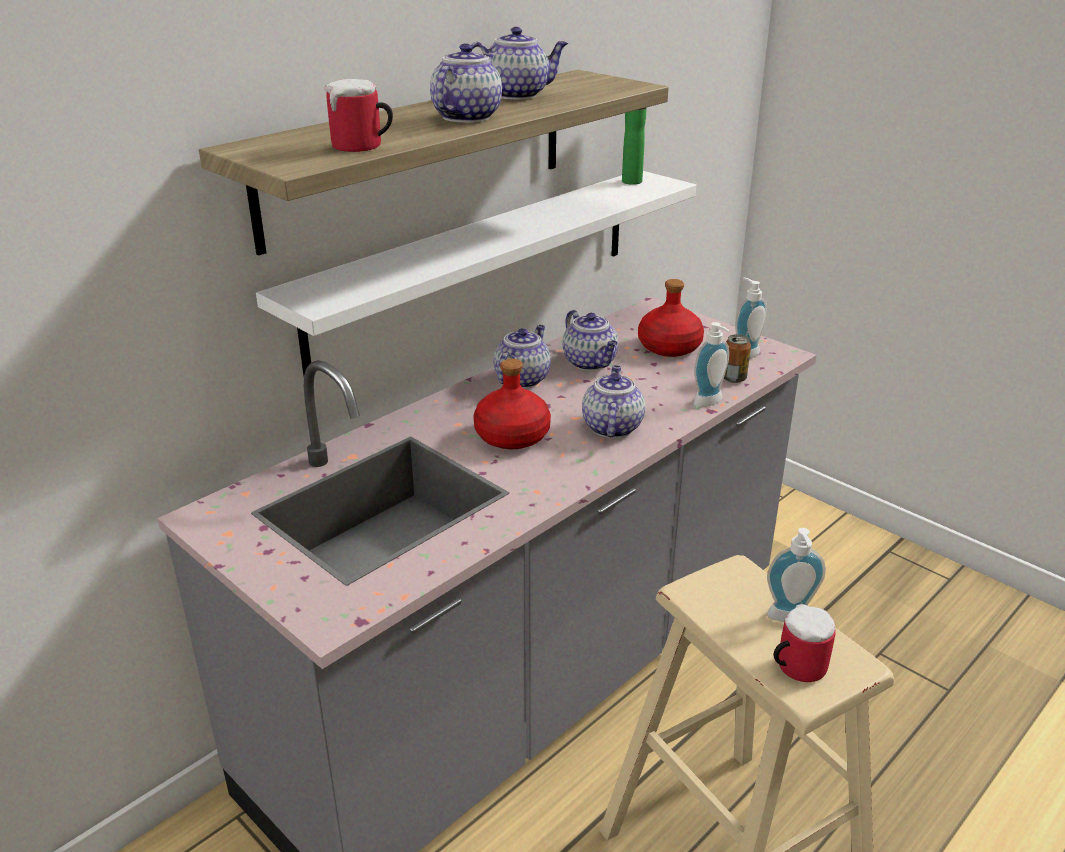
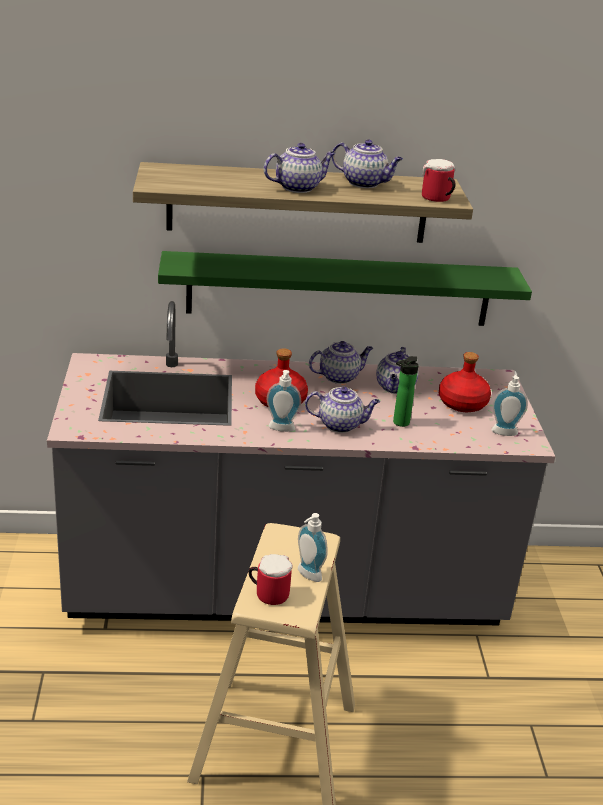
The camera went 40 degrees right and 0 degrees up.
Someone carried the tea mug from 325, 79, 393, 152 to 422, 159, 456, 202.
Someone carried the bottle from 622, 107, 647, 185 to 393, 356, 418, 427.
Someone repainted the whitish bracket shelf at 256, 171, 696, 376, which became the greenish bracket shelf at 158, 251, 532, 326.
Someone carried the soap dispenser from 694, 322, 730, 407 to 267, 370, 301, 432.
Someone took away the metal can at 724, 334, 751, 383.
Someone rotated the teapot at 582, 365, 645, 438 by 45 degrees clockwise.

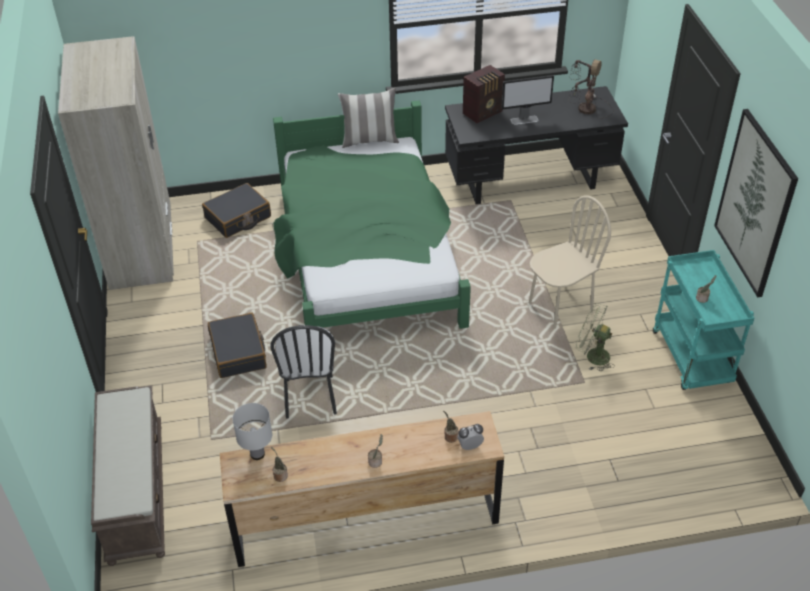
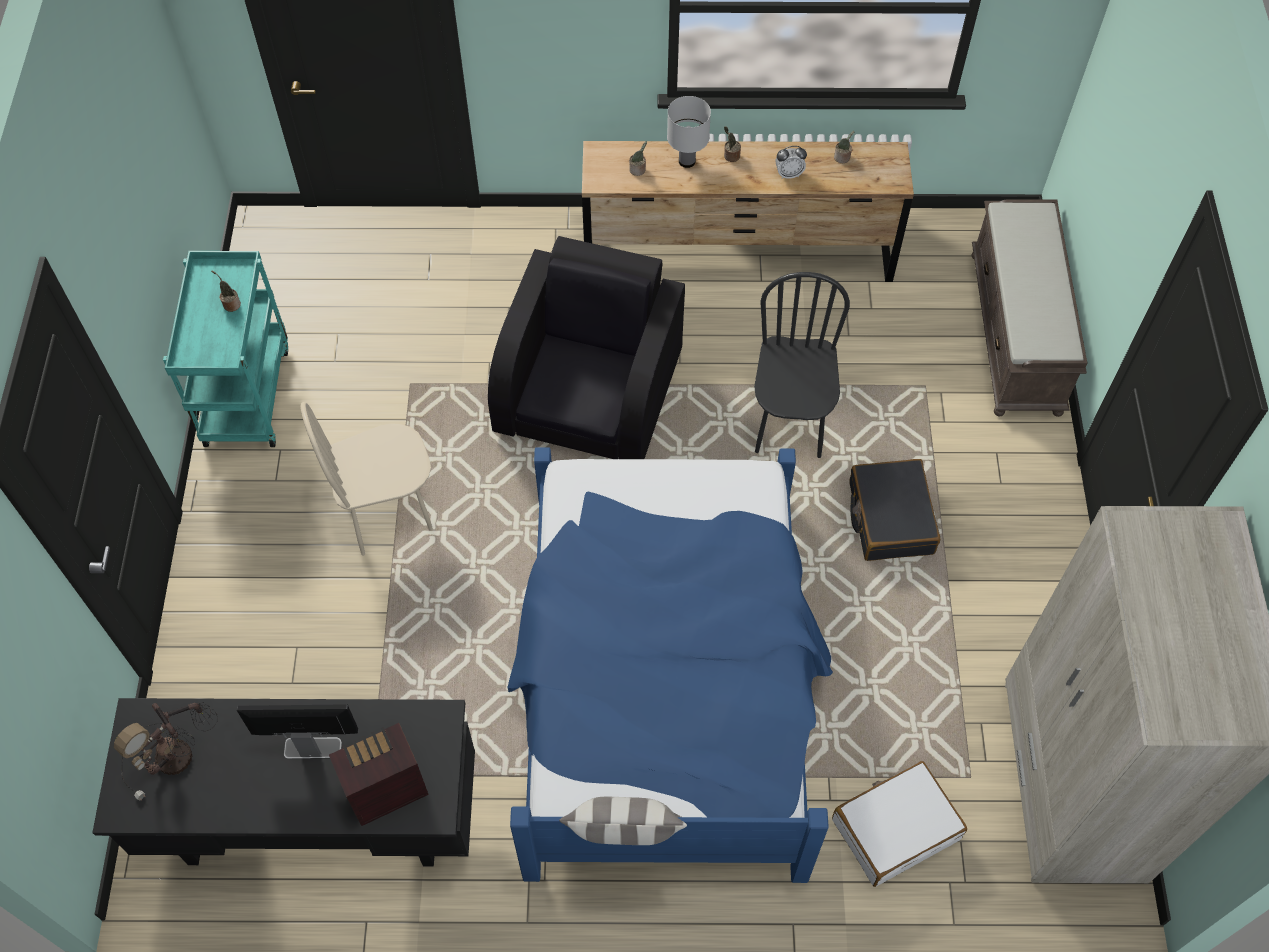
The camera went 170 degrees left and 15 degrees up.
Someone repainted the greenish bedroom bed at 273, 101, 471, 329, which became the blue-coloured bedroom bed at 508, 448, 833, 883.
Someone took away the picture at 714, 109, 798, 297.
Someone repainted the black-coloured piece of luggage at 202, 183, 271, 238, which became the whitish piece of luggage at 832, 761, 967, 887.
Someone took away the greenish cooling fan at 576, 303, 615, 372.
Someone carried the whitish tabletop lamp from 233, 403, 272, 460 to 667, 96, 711, 168.
Someone carried the table clock from 458, 424, 484, 450 to 775, 146, 807, 179.
Someone put down the black-coloured lounge chair at 488, 236, 685, 459.

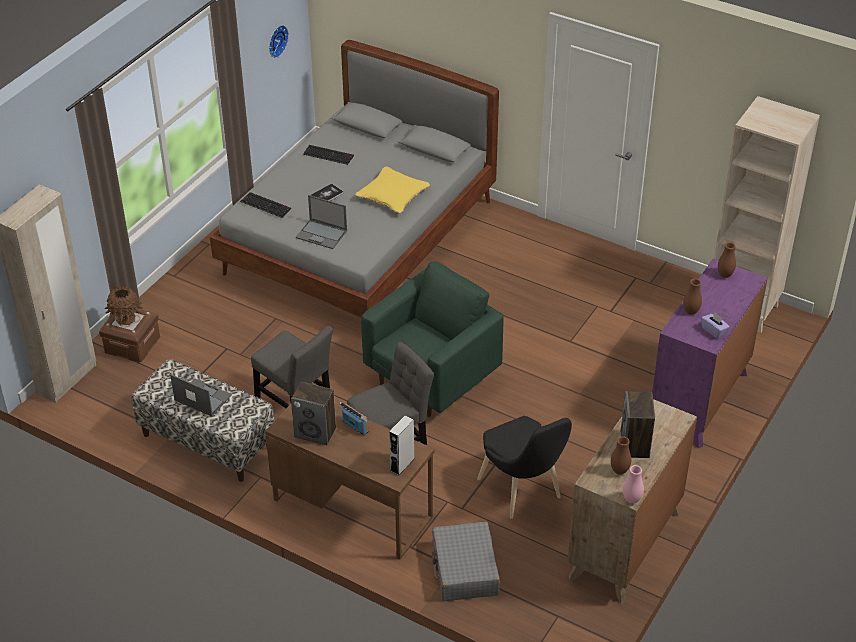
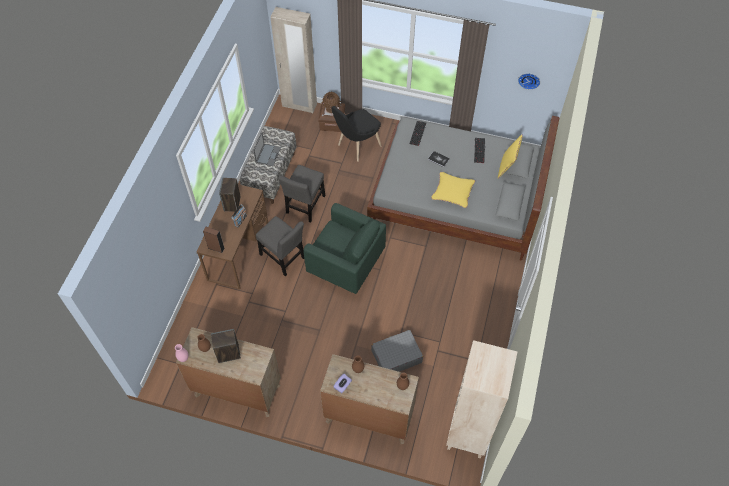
The camera went 75 degrees right and 15 degrees up.
Someone took away the laptop at 296, 195, 347, 249.
Someone repainted the purple-coloured chest of drawers at 652, 258, 768, 448, which became the brownish chest of drawers at 320, 354, 419, 444.
Someone repainted the gray audio speaker at 389, 415, 415, 475, which became the brownish audio speaker at 203, 227, 225, 253.
Someone carried the black-coloured plain chair from 477, 416, 572, 519 to 331, 106, 381, 162.
Someone carried the gray piece of luggage from 432, 522, 500, 601 to 371, 330, 423, 372.
Someone put down the yellowish pillow at 498, 134, 523, 178.

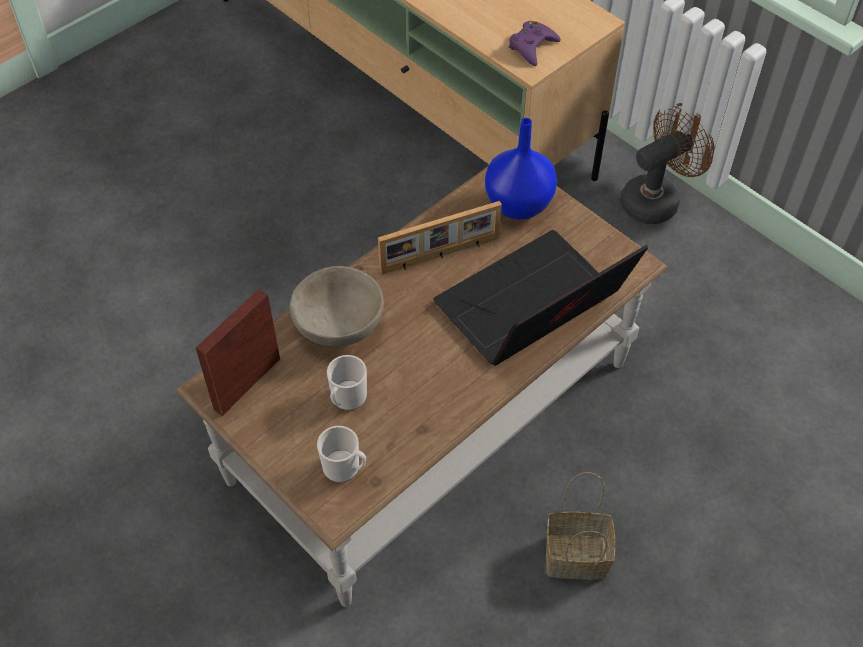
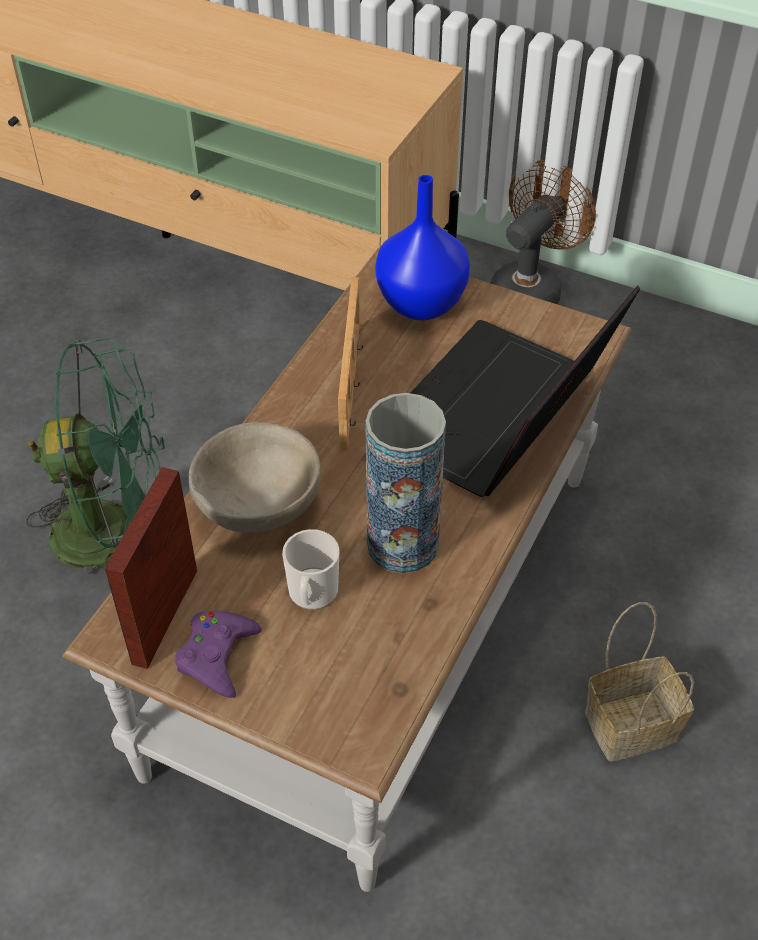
The camera went 20 degrees left and 5 degrees down.
Someone carried the purple-coloured gamepad from 509, 21, 561, 66 to 175, 611, 262, 698.
Someone rotated the photo frame at 378, 201, 502, 275 by 45 degrees counterclockwise.
Someone took away the tea mug at 317, 426, 366, 482.
Someone put down the greenish cooling fan at 26, 338, 165, 574.
Someone put down the vase at 365, 393, 446, 573.

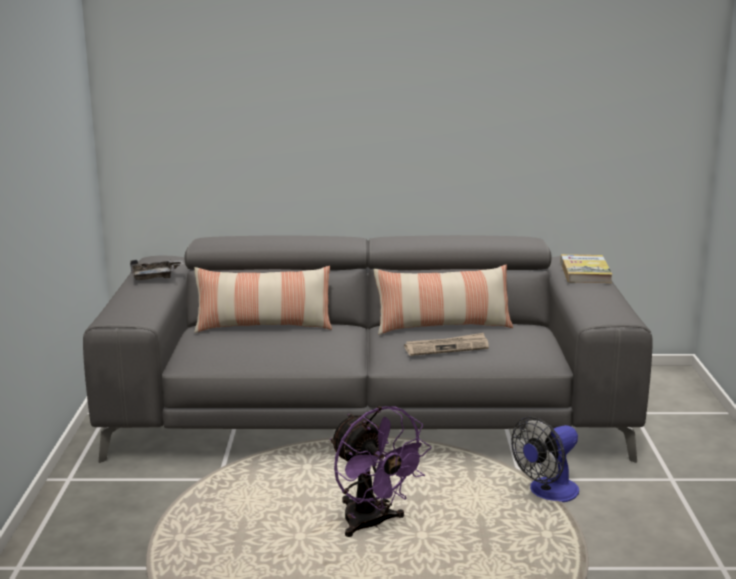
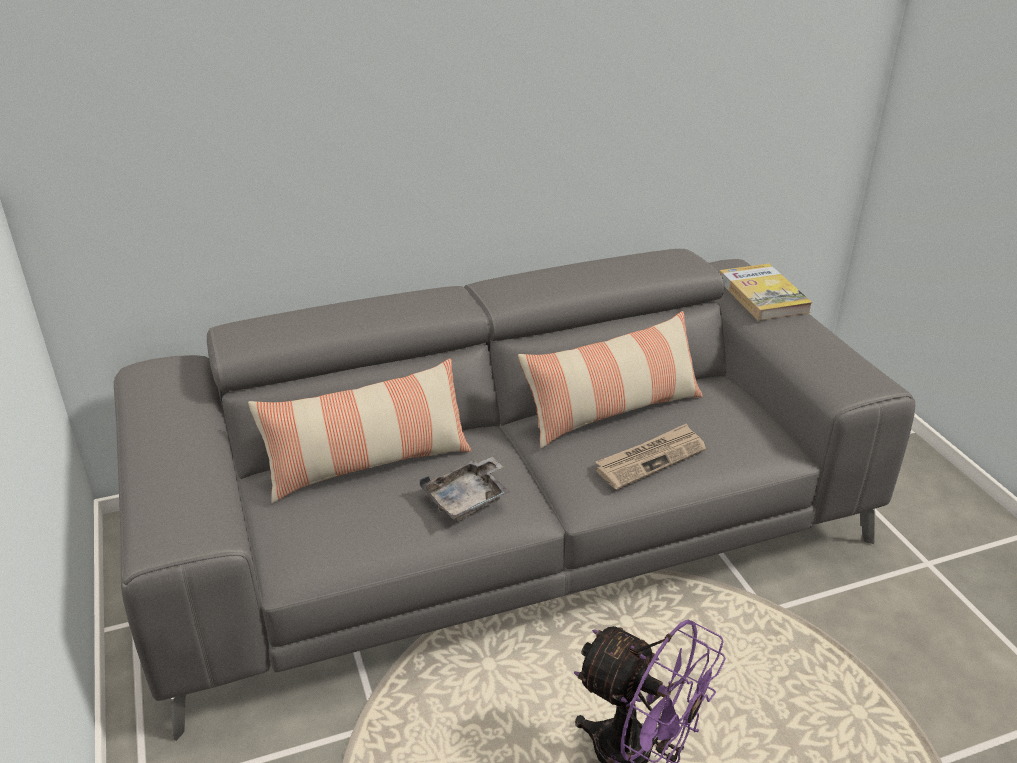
The camera went 20 degrees left and 15 degrees up.
Someone carried the gray serving tray from 130, 260, 184, 280 to 420, 457, 510, 522.
Someone took away the cooling fan at 511, 417, 579, 502.

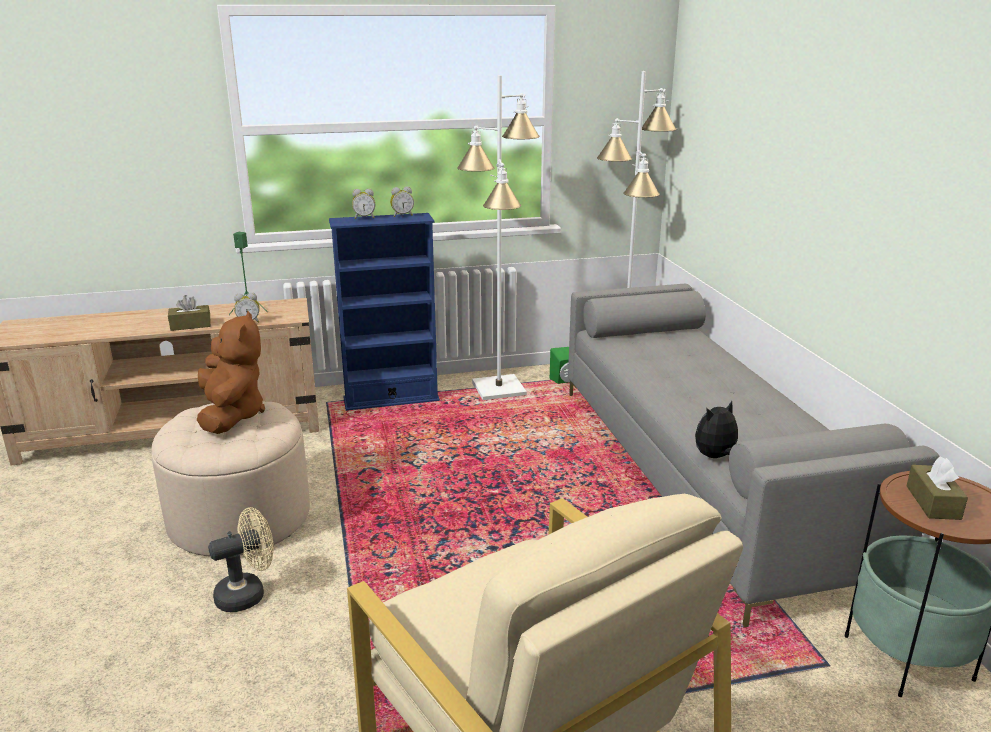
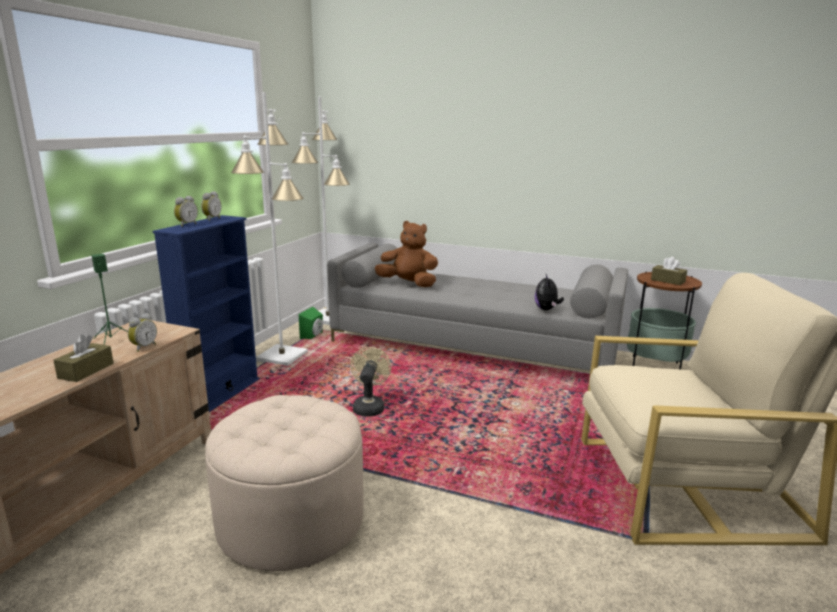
The camera went 55 degrees left and 5 degrees down.
Someone carried the brownish cuddly toy from 197, 311, 265, 434 to 375, 221, 438, 287.
Someone carried the beige cooling fan from 208, 507, 274, 612 to 350, 347, 391, 416.

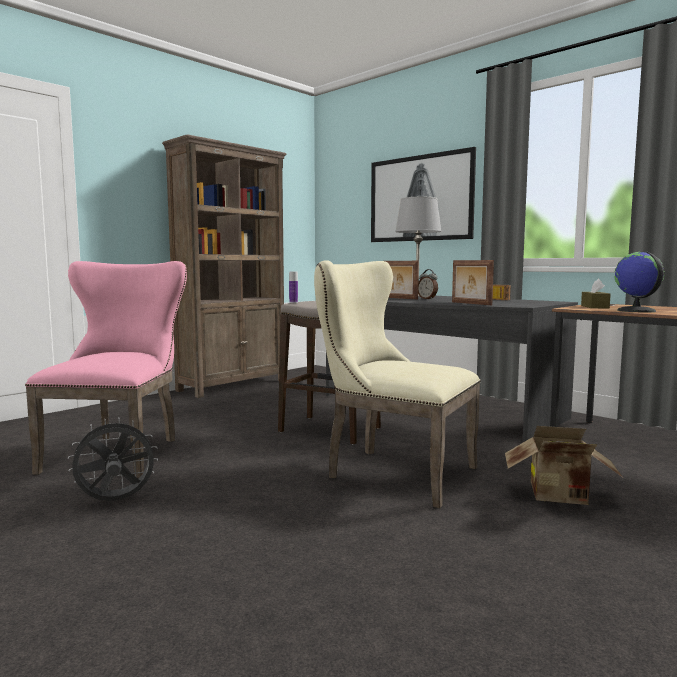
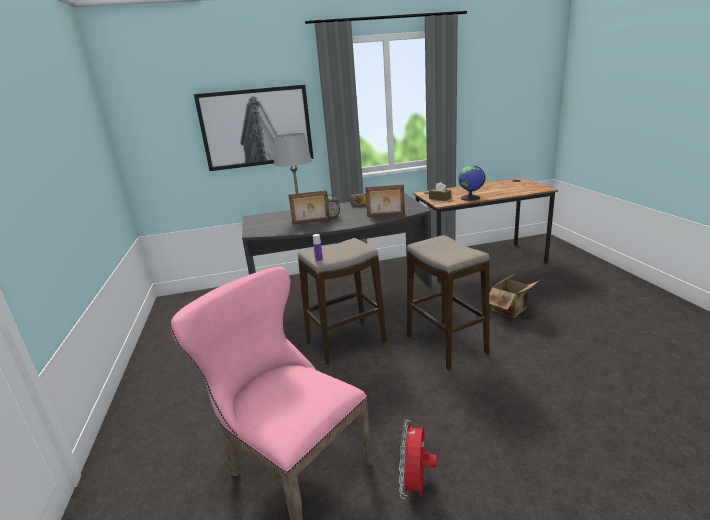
The camera went 55 degrees left and 15 degrees up.
Someone took away the brownish shelving unit at 162, 134, 287, 398.
Someone swapped the beige plain chair at 314, 260, 481, 508 for the sitting stool at 407, 235, 490, 370.
Someone repainted the gray cooling fan at 68, 418, 158, 501, which became the red-coloured cooling fan at 399, 420, 437, 499.

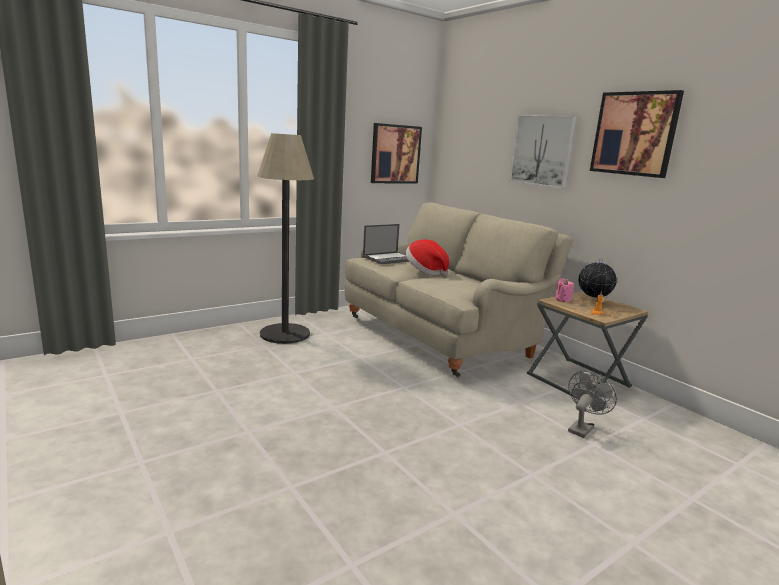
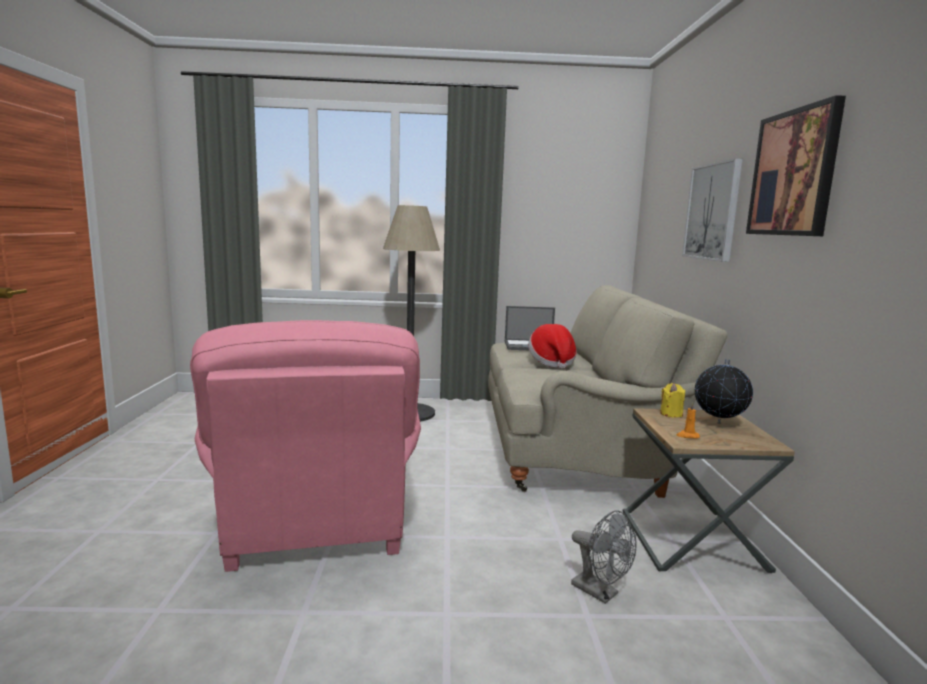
The camera went 35 degrees right and 5 degrees down.
Someone took away the picture at 371, 123, 422, 183.
Someone repainted the pinkish candle at 555, 278, 574, 302, which became the yellowish candle at 660, 383, 685, 417.
Someone rotated the gray cooling fan at 568, 371, 617, 438 by 60 degrees clockwise.
Someone put down the pinkish lounge chair at 190, 320, 421, 572.

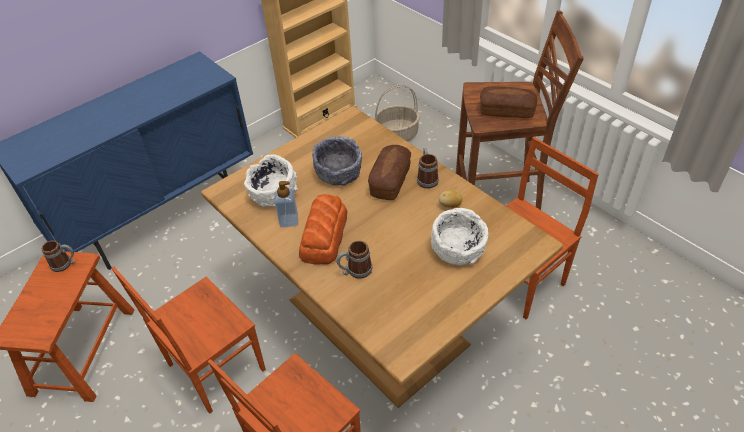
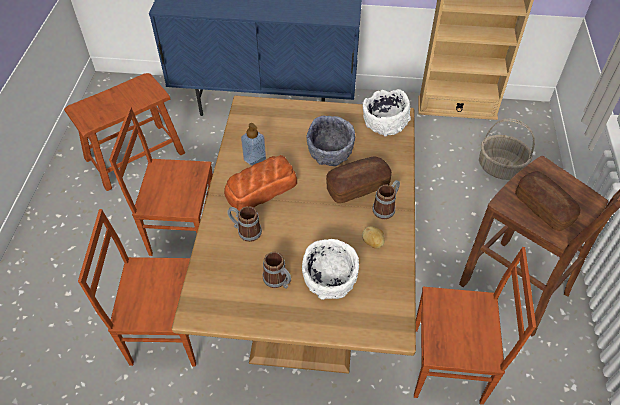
The camera went 45 degrees right and 5 degrees up.
Someone carried the whitish serving bowl from 244, 155, 298, 207 to 362, 89, 411, 137.
Someone carried the tea mug from 42, 240, 75, 272 to 263, 252, 291, 289.

